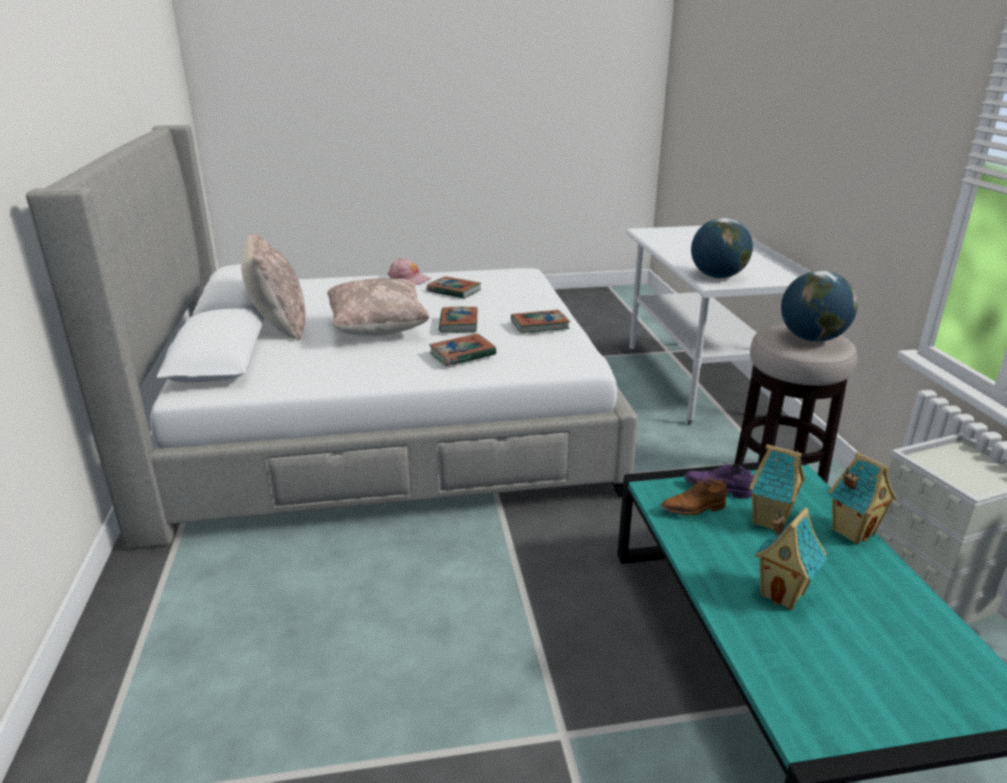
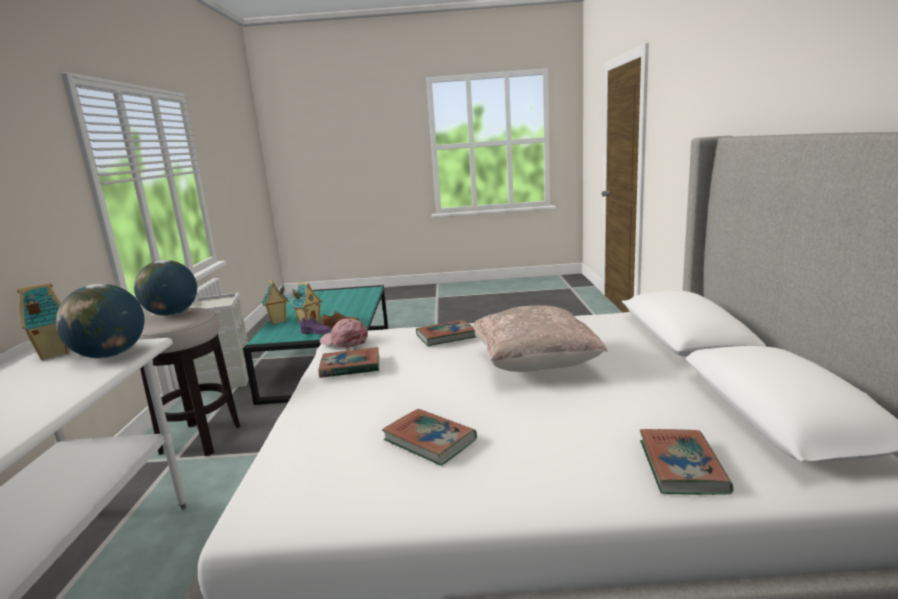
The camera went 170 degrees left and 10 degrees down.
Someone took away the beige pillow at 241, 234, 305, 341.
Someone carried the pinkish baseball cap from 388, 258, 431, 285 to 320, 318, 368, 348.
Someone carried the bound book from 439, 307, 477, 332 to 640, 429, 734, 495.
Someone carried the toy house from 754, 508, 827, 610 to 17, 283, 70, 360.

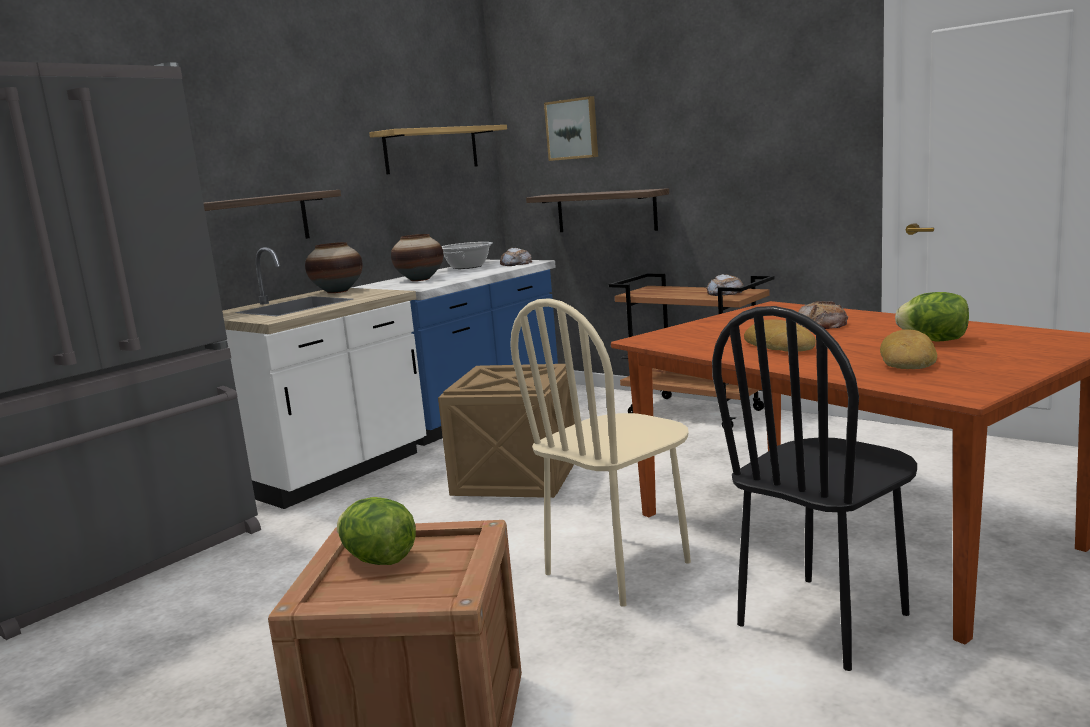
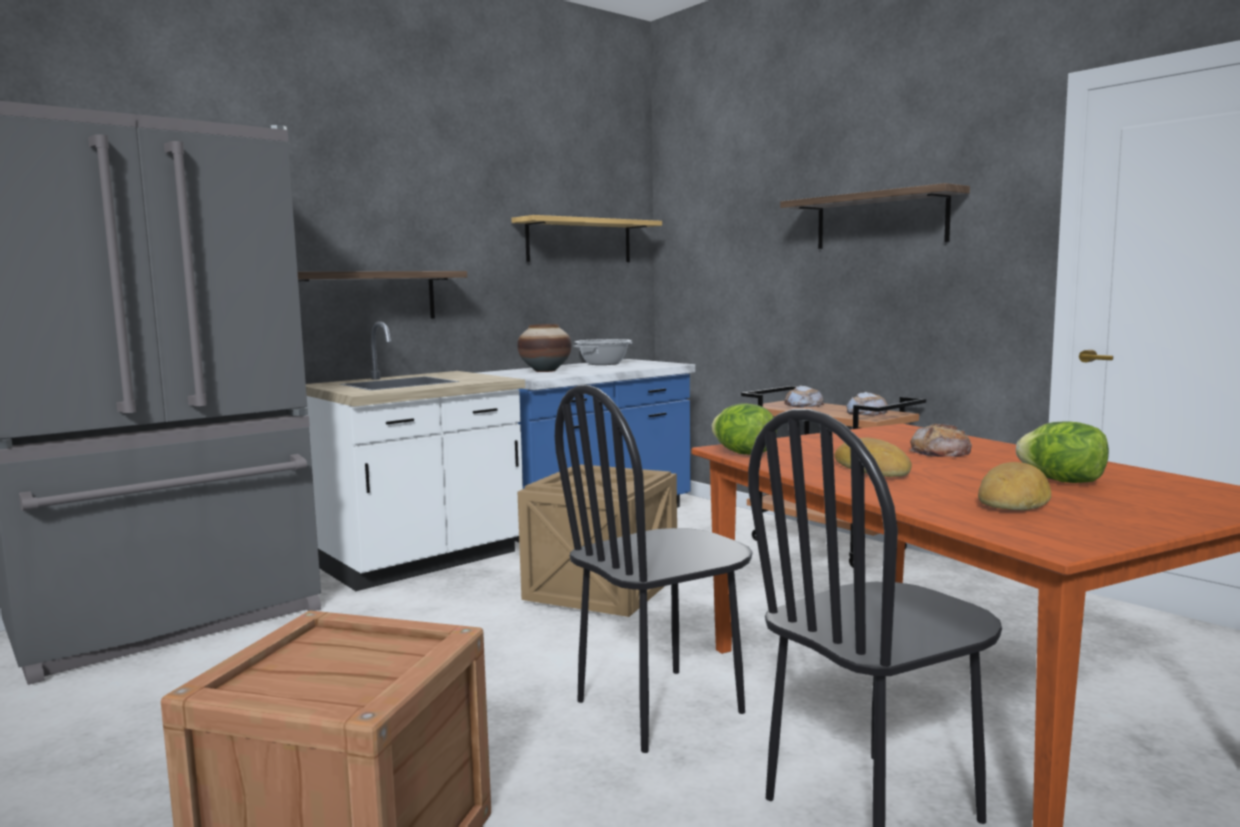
The camera went 10 degrees right and 5 degrees down.
Someone took away the picture at 544, 96, 598, 161.
Someone carried the bracket shelf from 526, 188, 669, 232 to 780, 183, 970, 249.
Someone took away the vase at 305, 242, 363, 293.
Someone carried the baked bread from 500, 248, 532, 266 to 784, 385, 824, 408.
Someone repainted the beige plain chair at 510, 298, 691, 607, which became the black-coloured plain chair at 555, 385, 753, 753.
Someone carried the head of lettuce from 337, 497, 416, 565 to 712, 403, 777, 455.

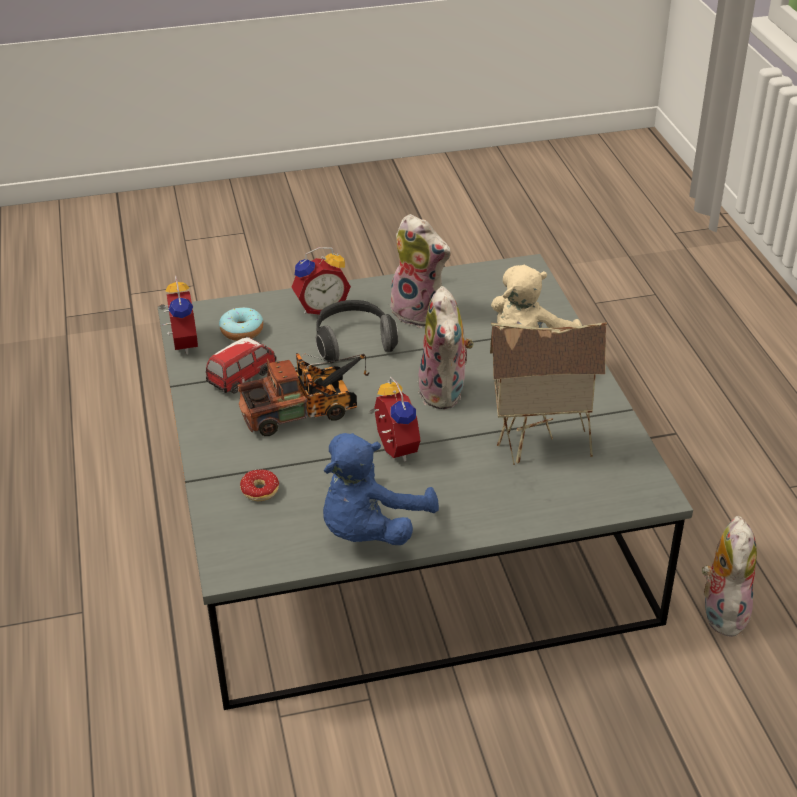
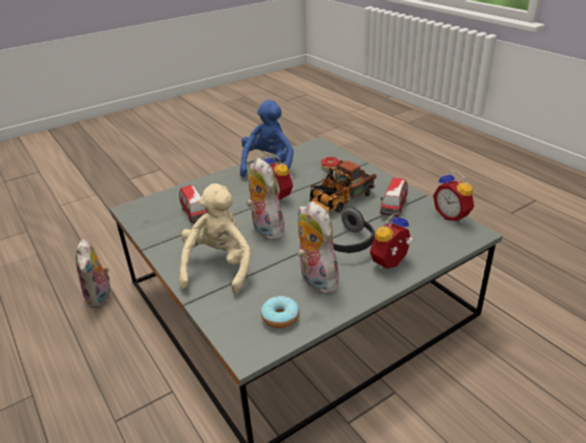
The camera went 160 degrees right and 5 degrees down.
Someone rotated the cuddly toy at 390, 214, 451, 328 by 45 degrees clockwise.
Someone carried the doughnut from 219, 307, 263, 341 to 261, 296, 299, 328.
Someone swapped the toy house at 490, 322, 607, 465 for the toy car at 179, 185, 208, 224.

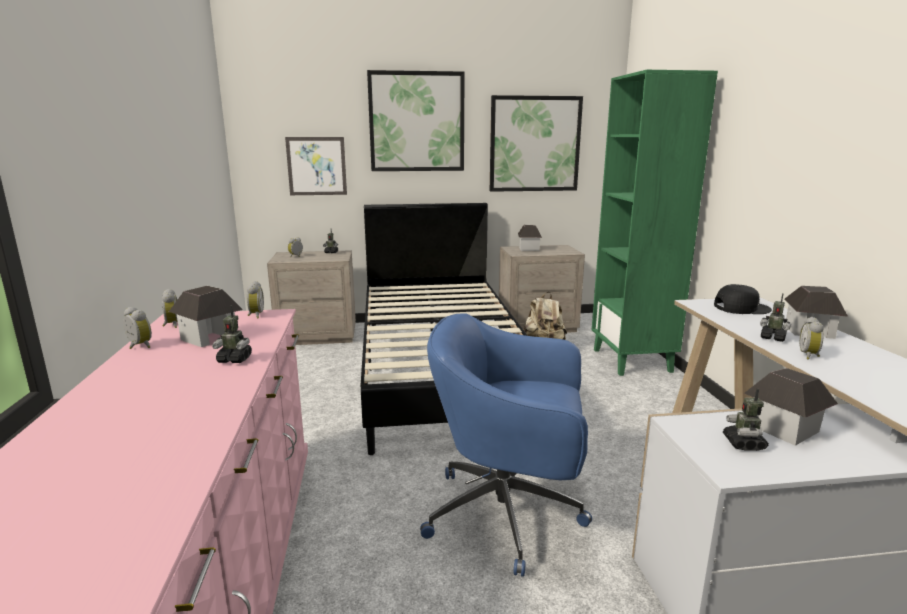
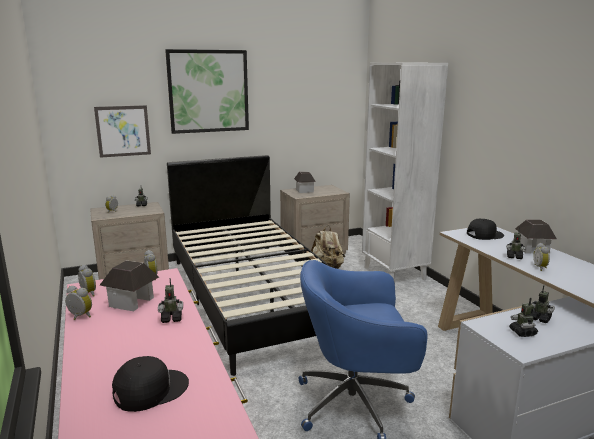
The camera went 15 degrees left and 0 degrees up.
Someone repainted the greenish shelving unit at 592, 70, 718, 376, which became the whitish shelving unit at 362, 63, 448, 280.
Someone took away the picture at 490, 95, 583, 192.
Someone swapped the toy house at 744, 368, 838, 446 for the toy robot at 531, 285, 555, 323.
Someone put down the black-coloured baseball cap at 112, 356, 189, 412.

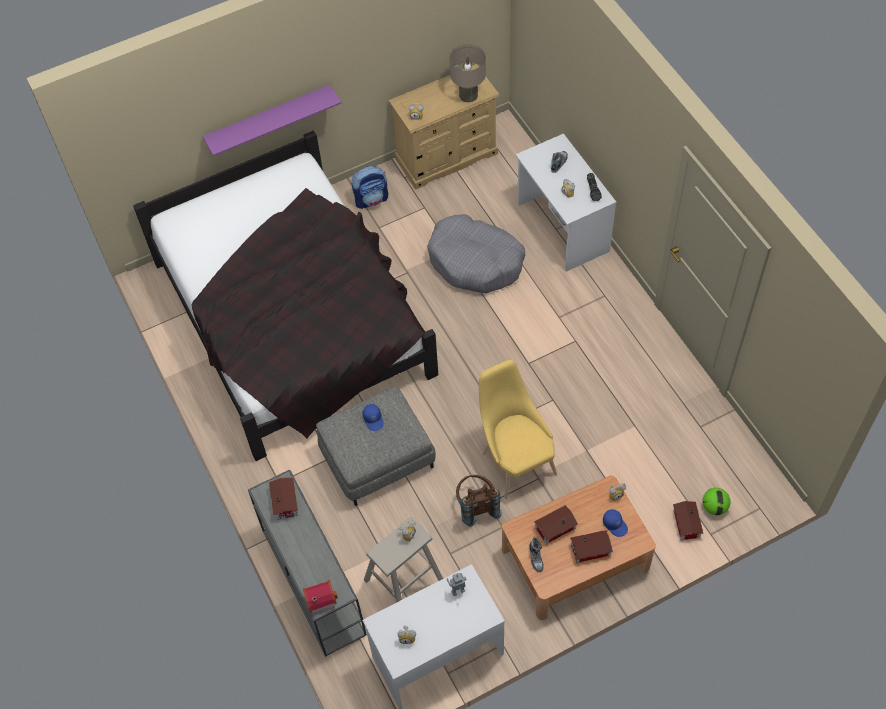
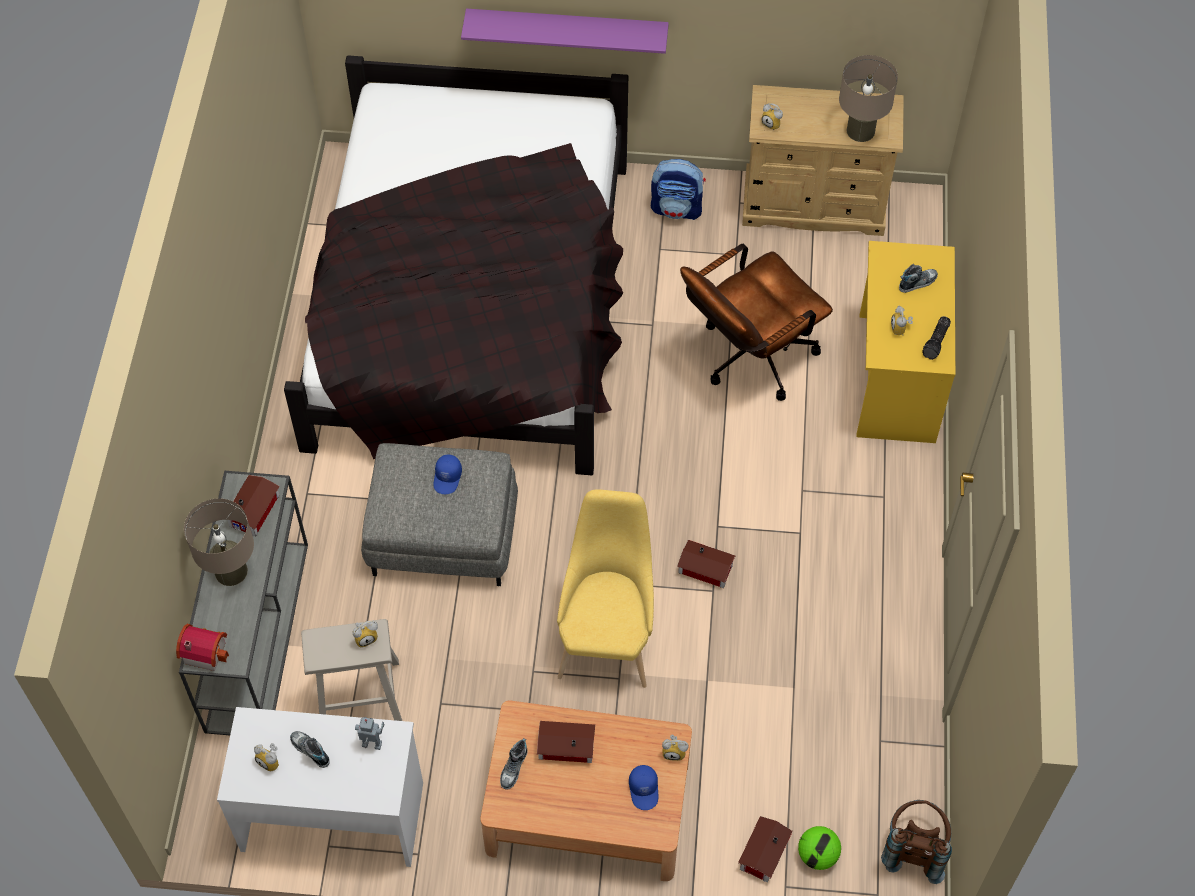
The camera went 30 degrees right and 0 degrees up.
Someone repainted the whitish desk at 516, 133, 616, 272, which became the yellowish desk at 856, 241, 955, 443.
Someone swapped the gray dog bed at 427, 214, 526, 293 for the brownish computer chair at 680, 244, 833, 401.
Someone carried the brownish backpack from 456, 475, 502, 527 to 881, 800, 952, 884.
Someone carried the toy house from 570, 530, 613, 563 to 677, 540, 735, 588.
Someone put down the beige tabletop lamp at 184, 498, 254, 586.
Someone put down the shoe at 290, 731, 330, 768.

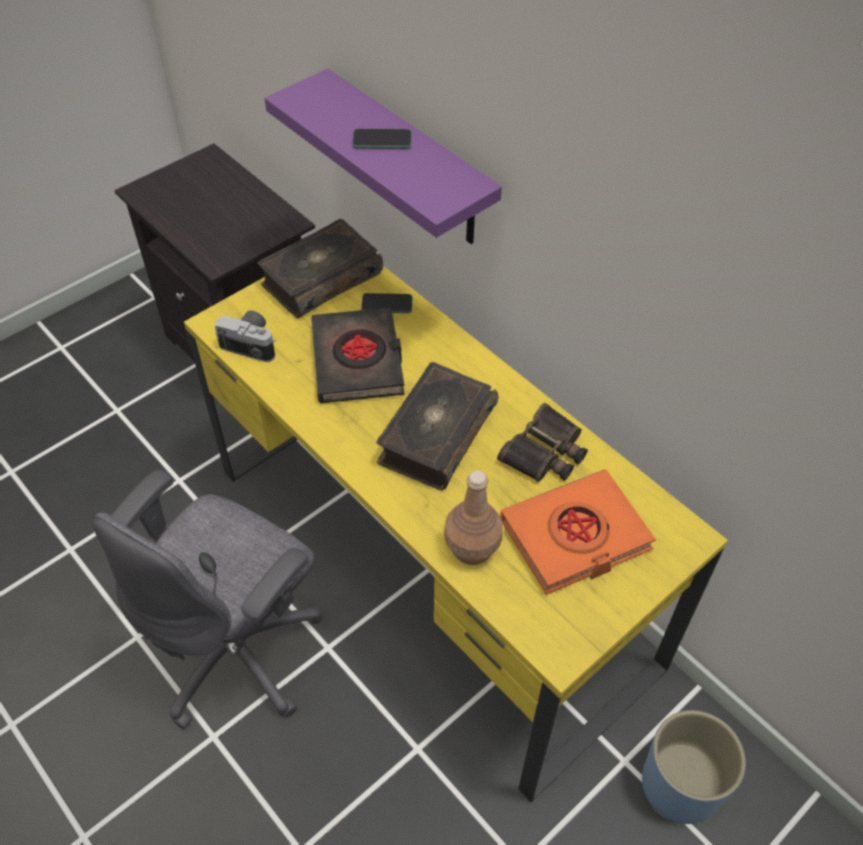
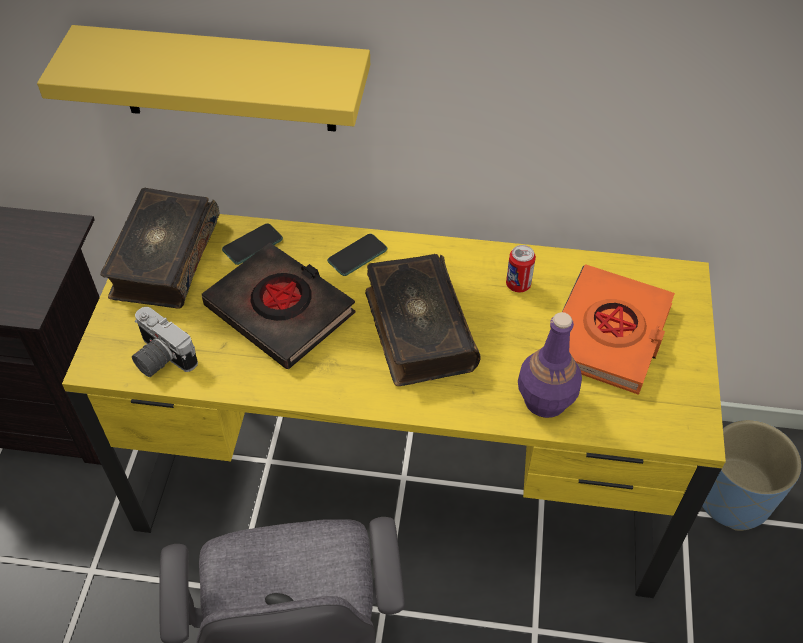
The camera went 40 degrees left and 0 degrees up.
Someone repainted the purple-coloured bracket shelf at 265, 69, 502, 244, which became the yellowish bracket shelf at 37, 25, 370, 132.
Someone carried the telephone from 352, 129, 411, 149 to 327, 234, 387, 276.
Someone rotated the still camera at 215, 310, 276, 362 by 120 degrees counterclockwise.
Someone swapped the pair of binoculars at 497, 403, 588, 482 for the metal can at 506, 245, 536, 292.
Someone repainted the brownish bottle at 444, 470, 503, 565, which became the purple-coloured bottle at 518, 312, 582, 418.

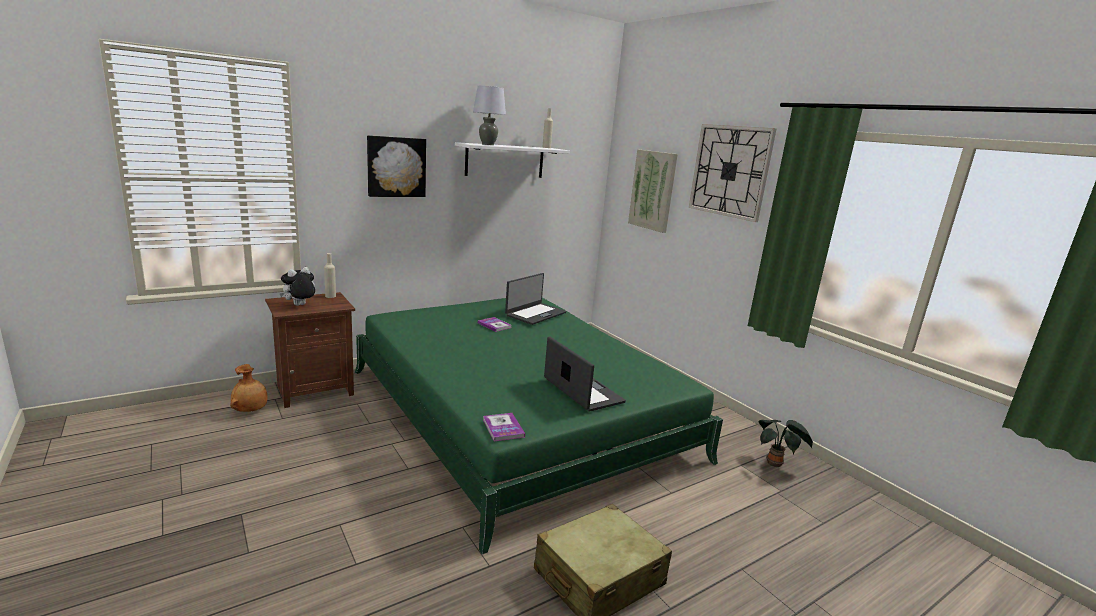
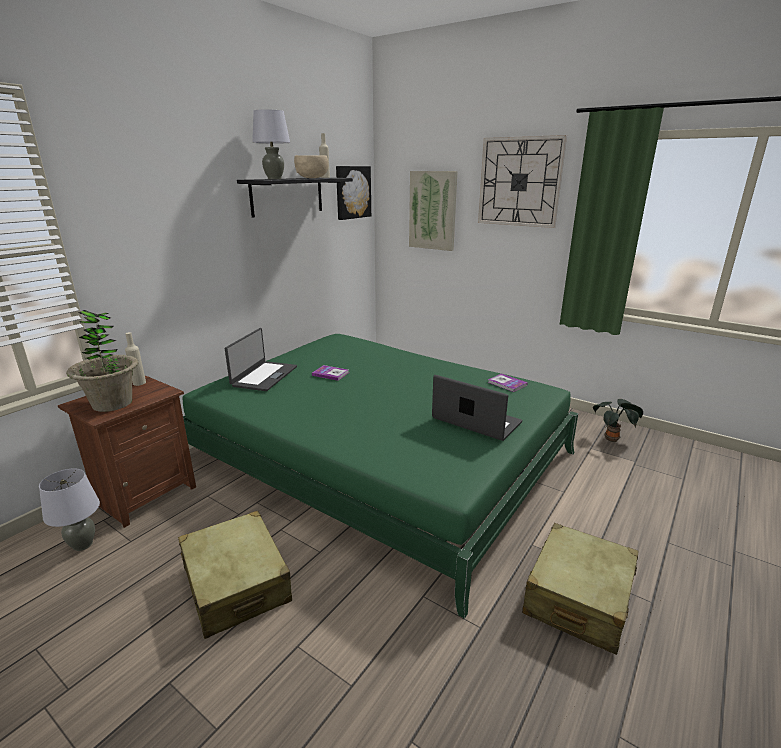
The camera went 20 degrees left and 5 degrees up.
Someone carried the picture from 367, 135, 426, 197 to 336, 166, 371, 220.
Someone repainted the whitish bracket shelf at 455, 142, 570, 178, which became the black-coloured bracket shelf at 237, 178, 353, 218.
Someone swapped the cuddly toy at 280, 267, 315, 306 for the houseplant at 66, 310, 139, 412.
Someone carried the laptop from 505, 273, 566, 325 to 225, 328, 297, 391.
Someone swapped the brownish vase at 230, 364, 268, 412 for the gray tabletop lamp at 39, 468, 100, 551.
Someone carried the bound book from 483, 413, 525, 441 to 488, 373, 528, 392.
Someone put down the beige serving bowl at 294, 155, 328, 178.
Someone put down the beige piece of luggage at 178, 511, 292, 639.

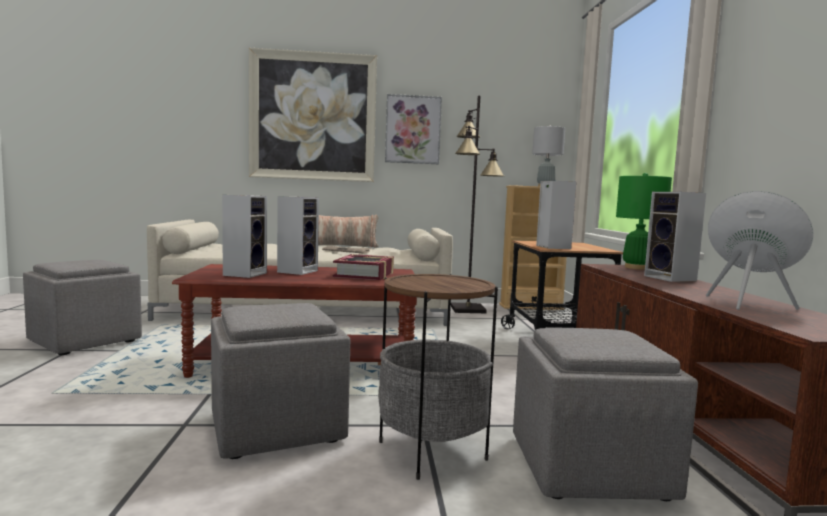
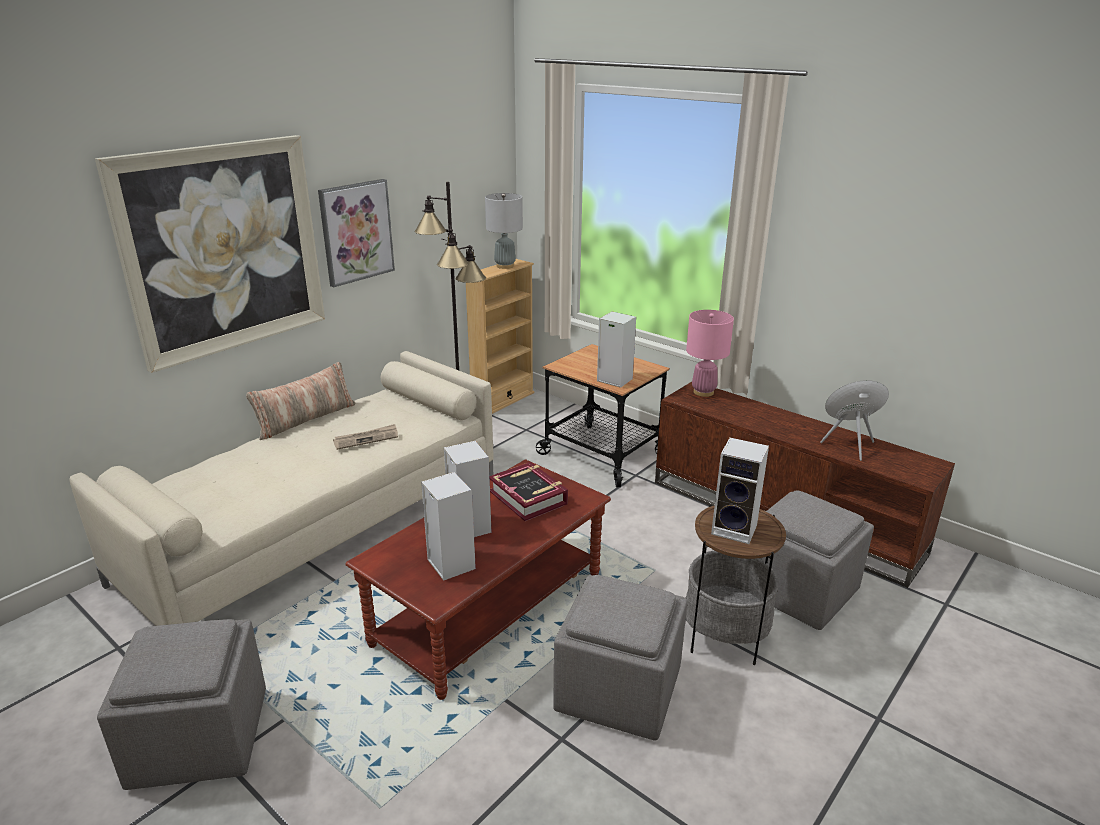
The camera went 45 degrees left and 20 degrees up.
Someone repainted the greenish tabletop lamp at 616, 173, 672, 270, which became the pinkish tabletop lamp at 686, 310, 734, 397.
Someone carried the audio speaker from 644, 192, 706, 282 to 711, 437, 769, 544.

